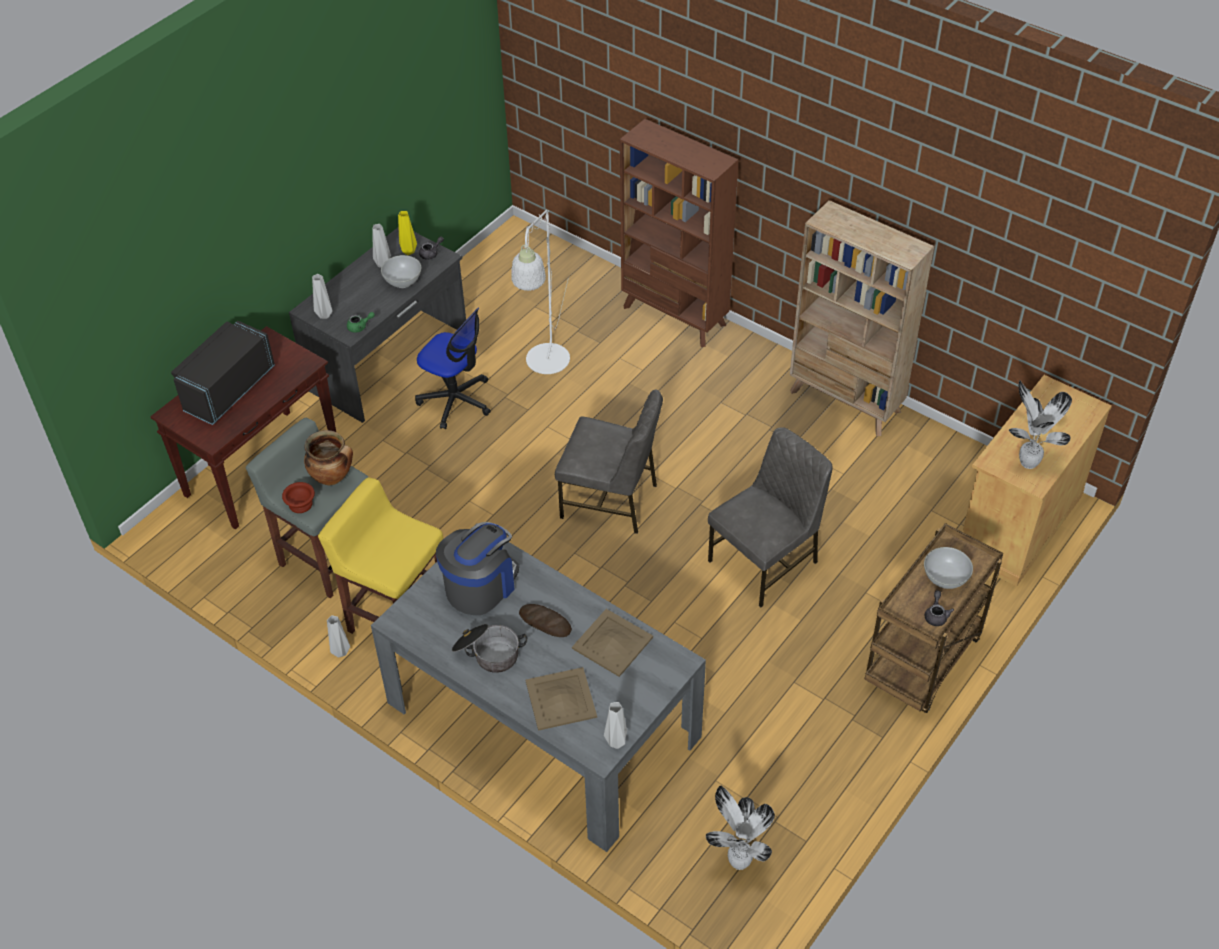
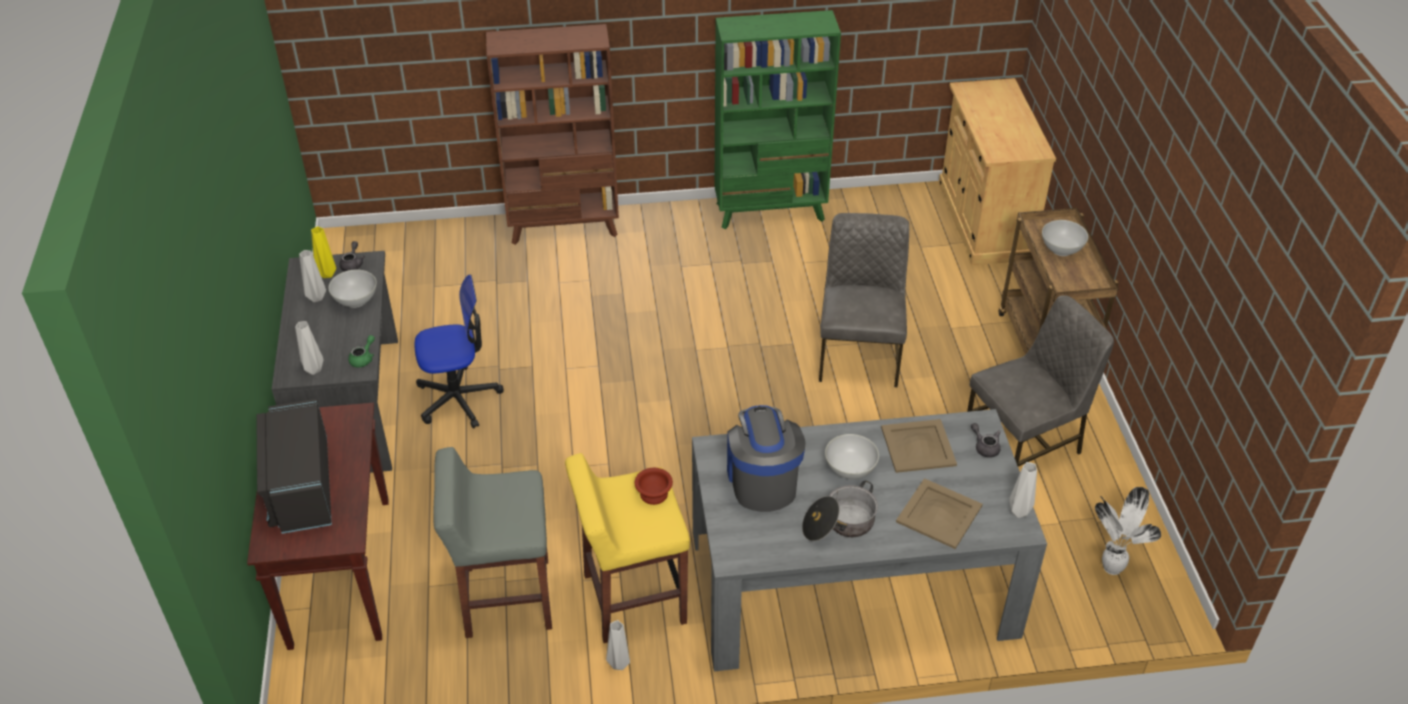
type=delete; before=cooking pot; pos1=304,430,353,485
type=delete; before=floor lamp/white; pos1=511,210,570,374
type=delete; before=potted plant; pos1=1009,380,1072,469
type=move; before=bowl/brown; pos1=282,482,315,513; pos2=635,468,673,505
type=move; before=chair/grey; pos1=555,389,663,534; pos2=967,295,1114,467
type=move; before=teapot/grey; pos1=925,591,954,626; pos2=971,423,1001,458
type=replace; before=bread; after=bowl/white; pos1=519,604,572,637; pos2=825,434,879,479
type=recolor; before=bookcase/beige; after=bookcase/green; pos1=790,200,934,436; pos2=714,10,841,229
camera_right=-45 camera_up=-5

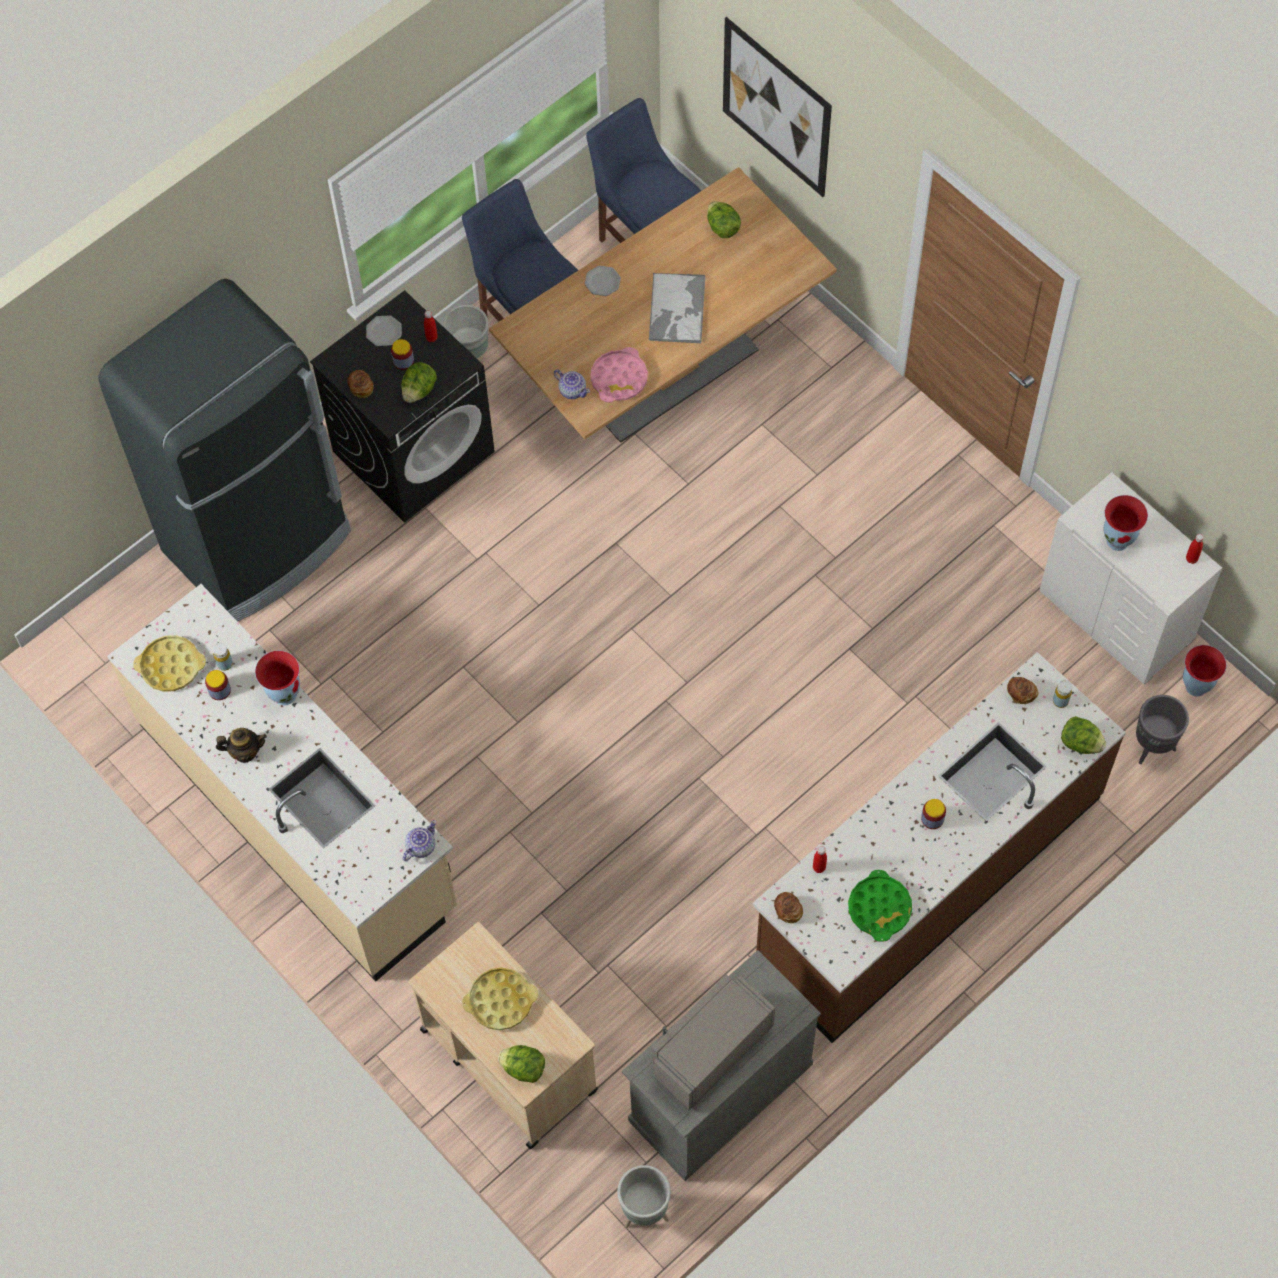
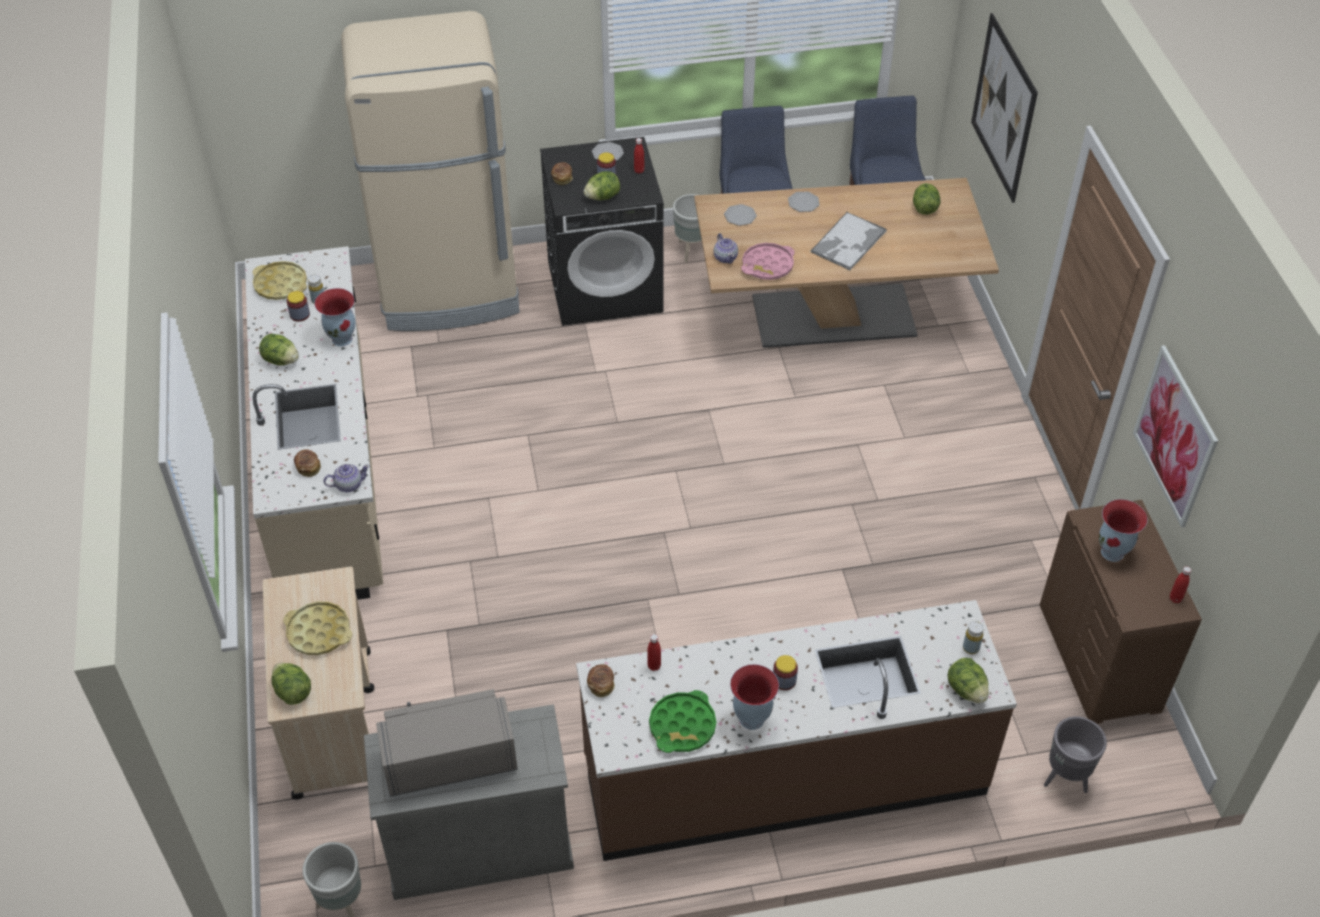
type=insert; after=plate; pos2=724,204,757,226
type=insert; after=picture; pos2=1133,345,1218,528
type=move; before=bread; pos1=1007,677,1038,704; pos2=294,449,321,477
type=move; before=vase; pos1=1183,645,1226,697; pos2=730,664,779,730
type=replace; before=teapot; after=lettuce; pos1=216,728,267,763; pos2=259,333,299,366
type=recolor; before=fridge/black; after=fridge/beige; pos1=98,279,351,621; pos2=341,11,520,331
type=recolor; before=dresser/white; after=dresser/brown; pos1=1039,472,1222,684; pos2=1040,500,1202,724
camera_right=30 camera_up=-15

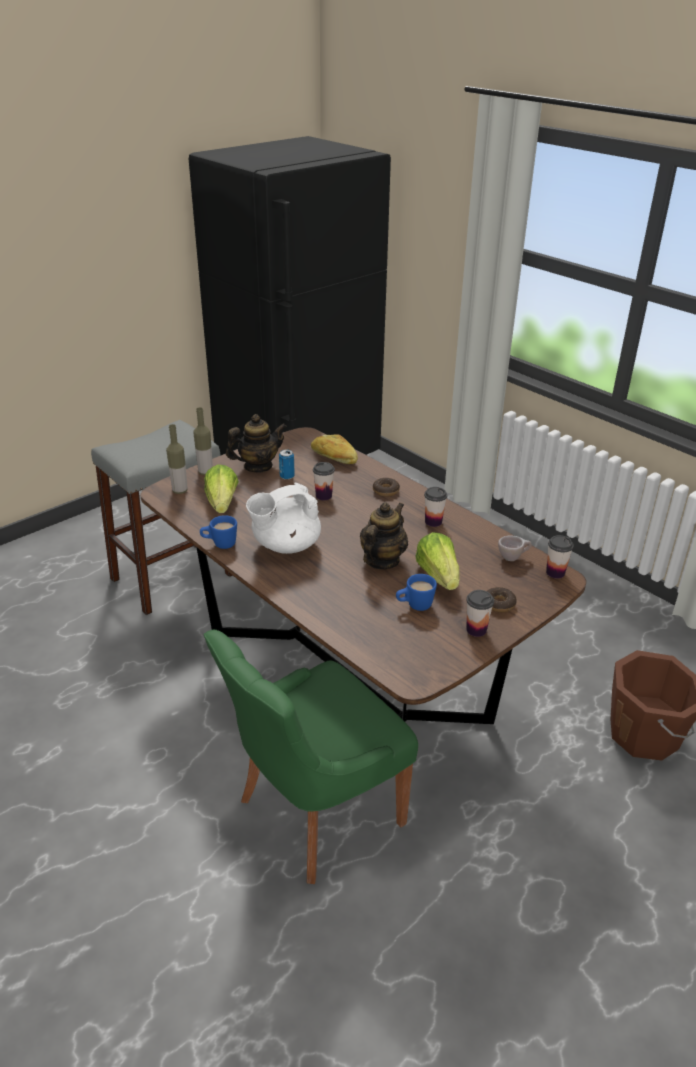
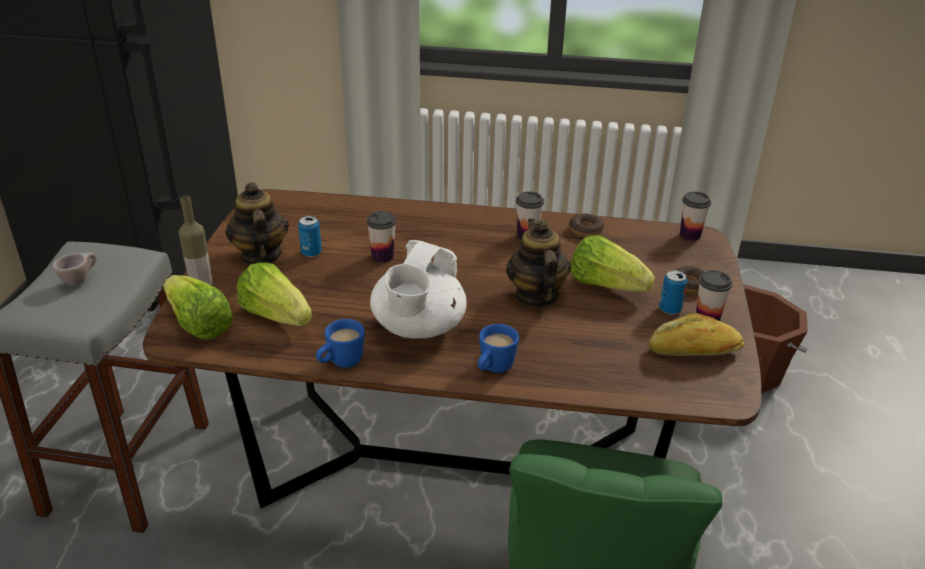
type=insert; after=can; pos2=659,270,687,315
type=move; before=bread; pos1=311,434,358,464; pos2=649,313,744,356
type=move; before=donut; pos1=373,478,400,497; pos2=569,214,604,237
type=move; before=mug/blue; pos1=396,574,437,611; pos2=478,324,519,373
type=move; before=cup/beige; pos1=498,535,532,561; pos2=53,253,97,286
type=replace; before=bottle; after=lettuce; pos1=166,424,188,494; pos2=163,275,233,340
type=rotate; before=teapot; pos1=226,414,287,473; pos2=225,182,289,265; turn=-45
camera_right=-40 camera_up=0

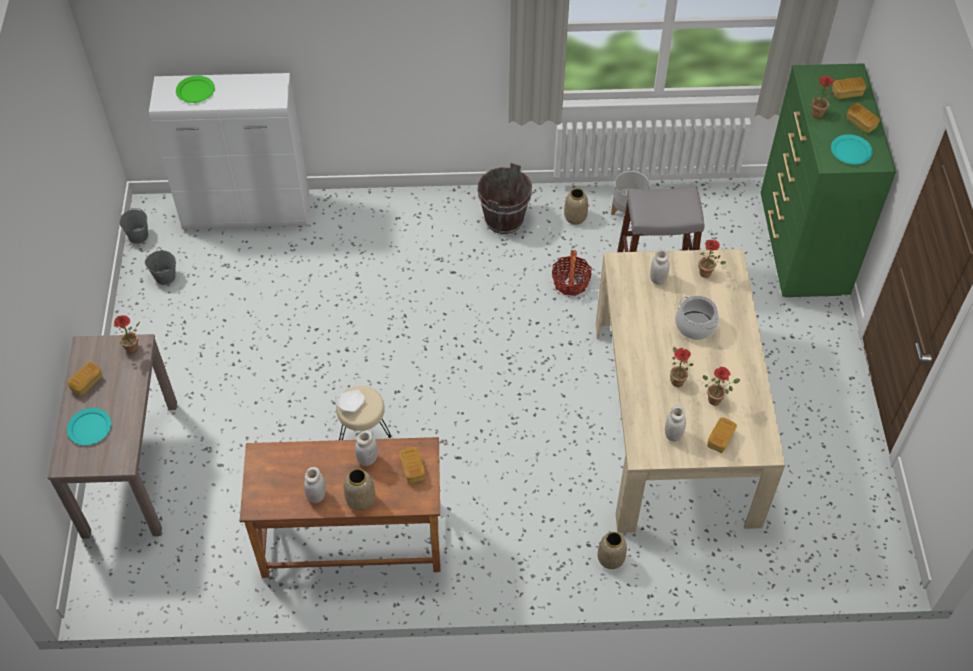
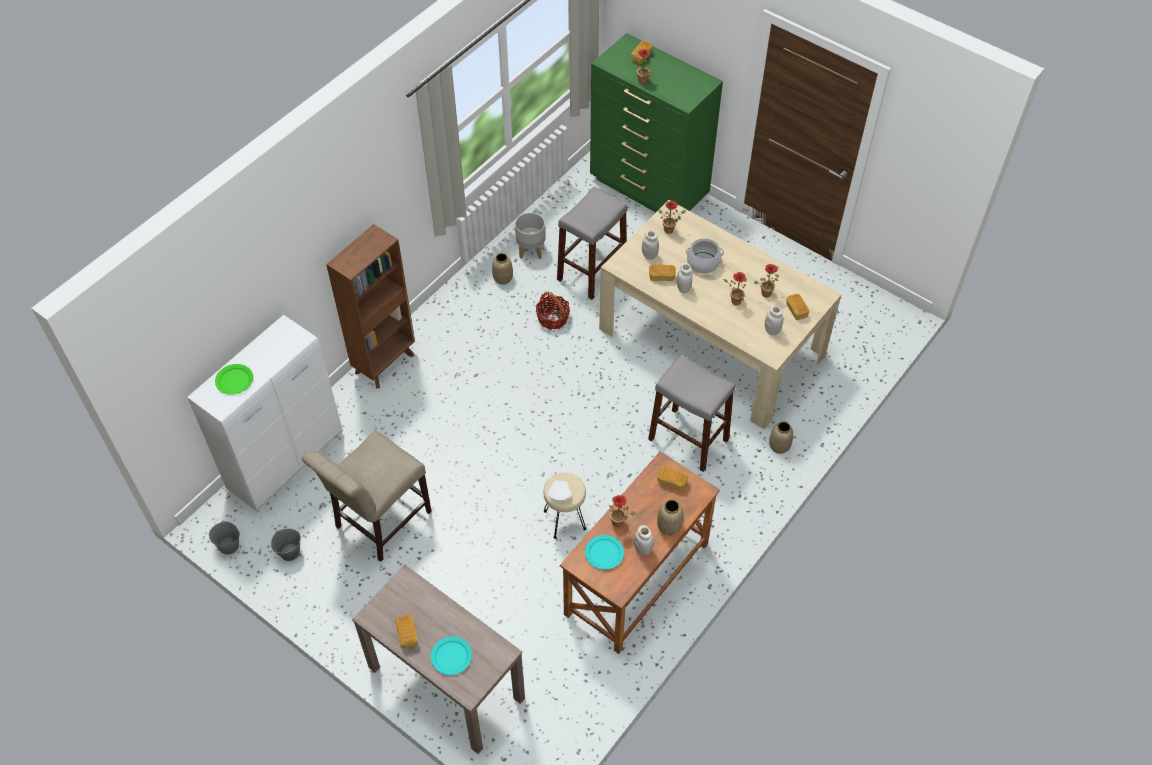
type=delete; before=bucket/brown; pos1=478,163,532,234
type=insert; after=chair/beige; pos2=302,430,432,562
type=insert; after=bookcase/brown; pos2=326,224,415,389
type=insert; after=stool/grey; pos2=648,354,736,472
type=move; before=potted plant; pos1=114,315,140,353; pos2=610,495,636,527
type=move; before=jar/white; pos1=355,430,378,466; pos2=677,263,692,293
type=move; before=plate/turquoise; pos1=831,134,872,164; pos2=585,535,624,570
type=move; before=bread; pos1=846,103,880,133; pos2=649,265,676,281
camera_right=-50 camera_up=0

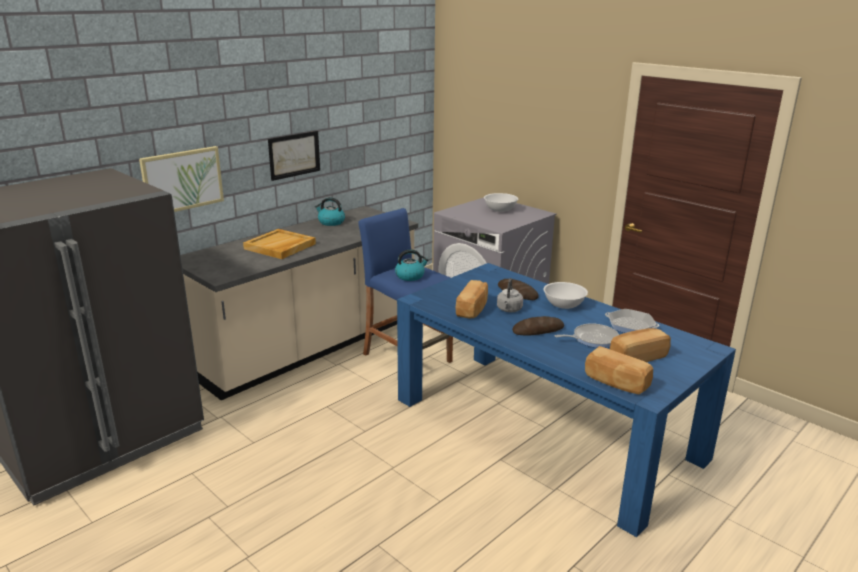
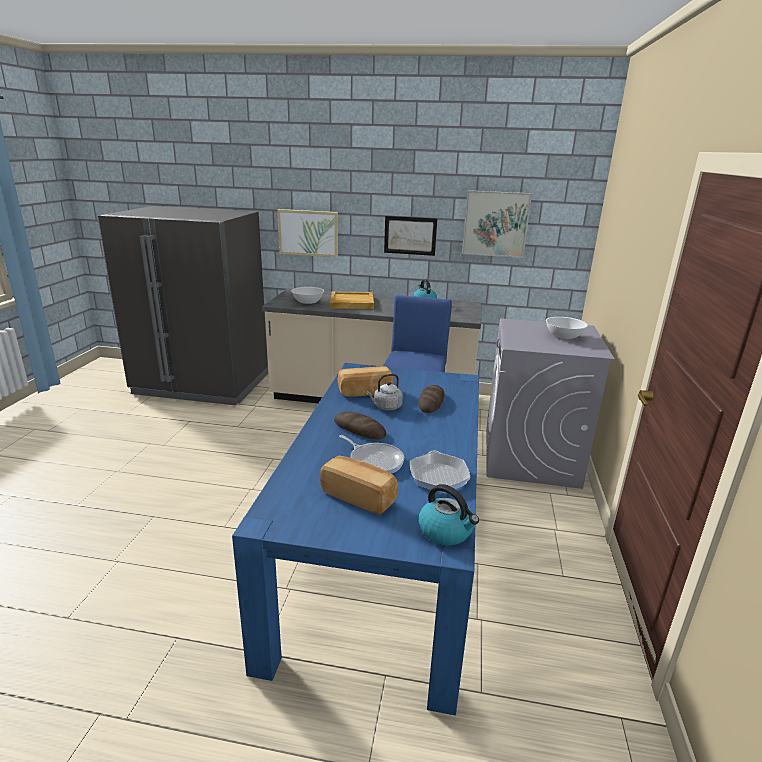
type=delete; before=bread; pos1=585,346,653,394
type=insert; after=picture; pos2=462,190,532,258
type=move; before=kettle; pos1=395,249,429,281; pos2=419,484,479,545
type=move; before=bowl/white; pos1=543,282,588,309; pos2=291,287,324,304
camera_right=55 camera_up=0

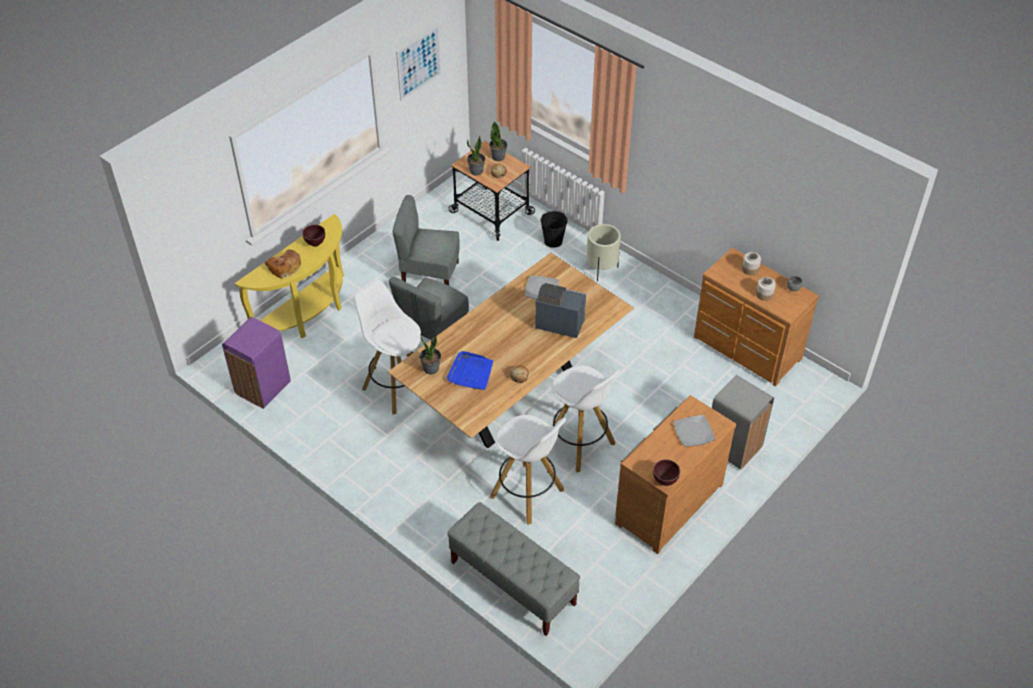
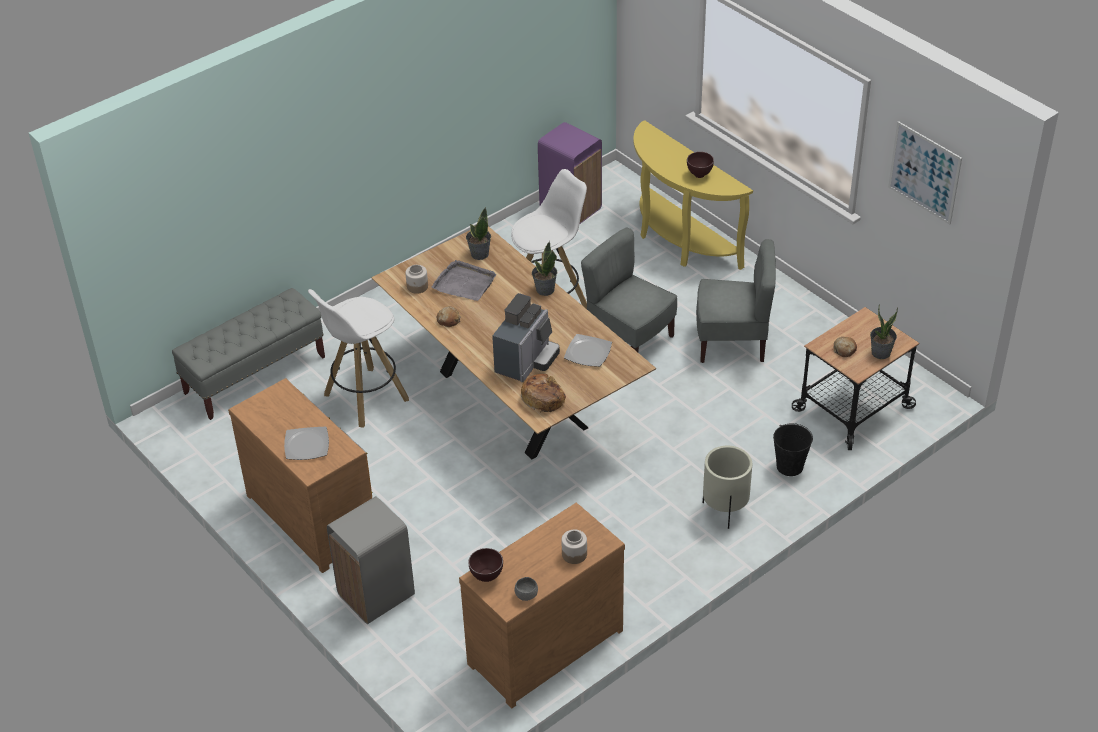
type=delete; before=stool/white; pos1=551,365,620,473
type=move; before=bread; pos1=265,249,301,279; pos2=521,374,566,412
type=move; before=potted plant; pos1=467,135,485,176; pos2=532,242,557,296
type=move; before=bowl/brown; pos1=653,459,680,486; pos2=468,548,503,582
type=move; before=jar; pos1=756,277,776,301; pos2=405,265,428,294
type=recolor; before=tray/blue; after=tray/grey; pos1=447,351,493,390; pos2=432,260,496,301
type=rotate; before=chair/grey; pos1=392,195,460,286; pos2=696,239,776,363; turn=75
camera_right=100 camera_up=-5

